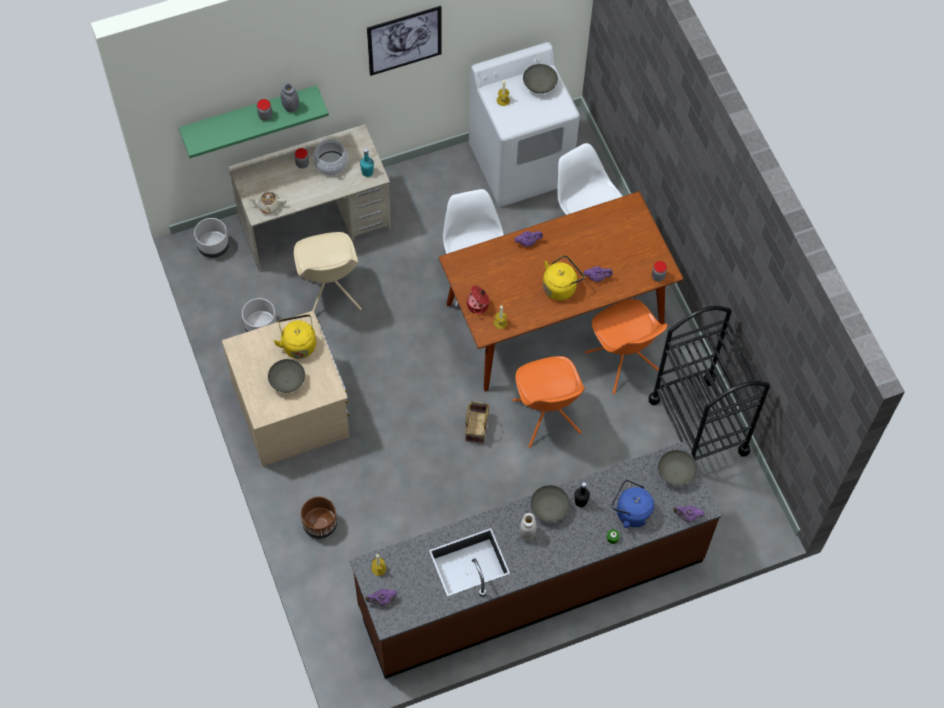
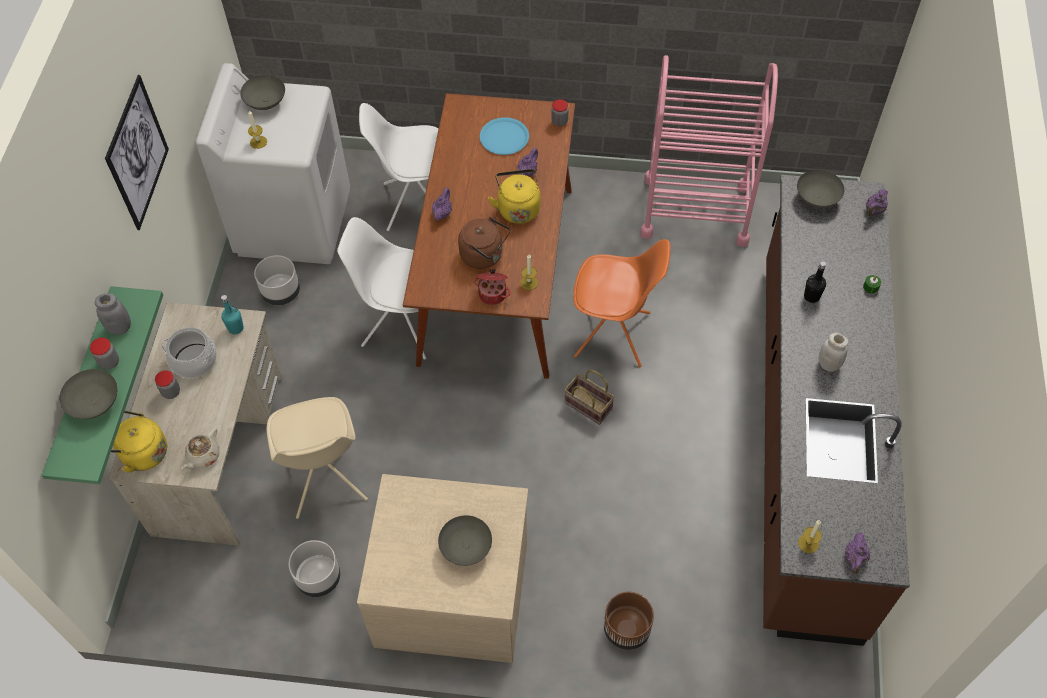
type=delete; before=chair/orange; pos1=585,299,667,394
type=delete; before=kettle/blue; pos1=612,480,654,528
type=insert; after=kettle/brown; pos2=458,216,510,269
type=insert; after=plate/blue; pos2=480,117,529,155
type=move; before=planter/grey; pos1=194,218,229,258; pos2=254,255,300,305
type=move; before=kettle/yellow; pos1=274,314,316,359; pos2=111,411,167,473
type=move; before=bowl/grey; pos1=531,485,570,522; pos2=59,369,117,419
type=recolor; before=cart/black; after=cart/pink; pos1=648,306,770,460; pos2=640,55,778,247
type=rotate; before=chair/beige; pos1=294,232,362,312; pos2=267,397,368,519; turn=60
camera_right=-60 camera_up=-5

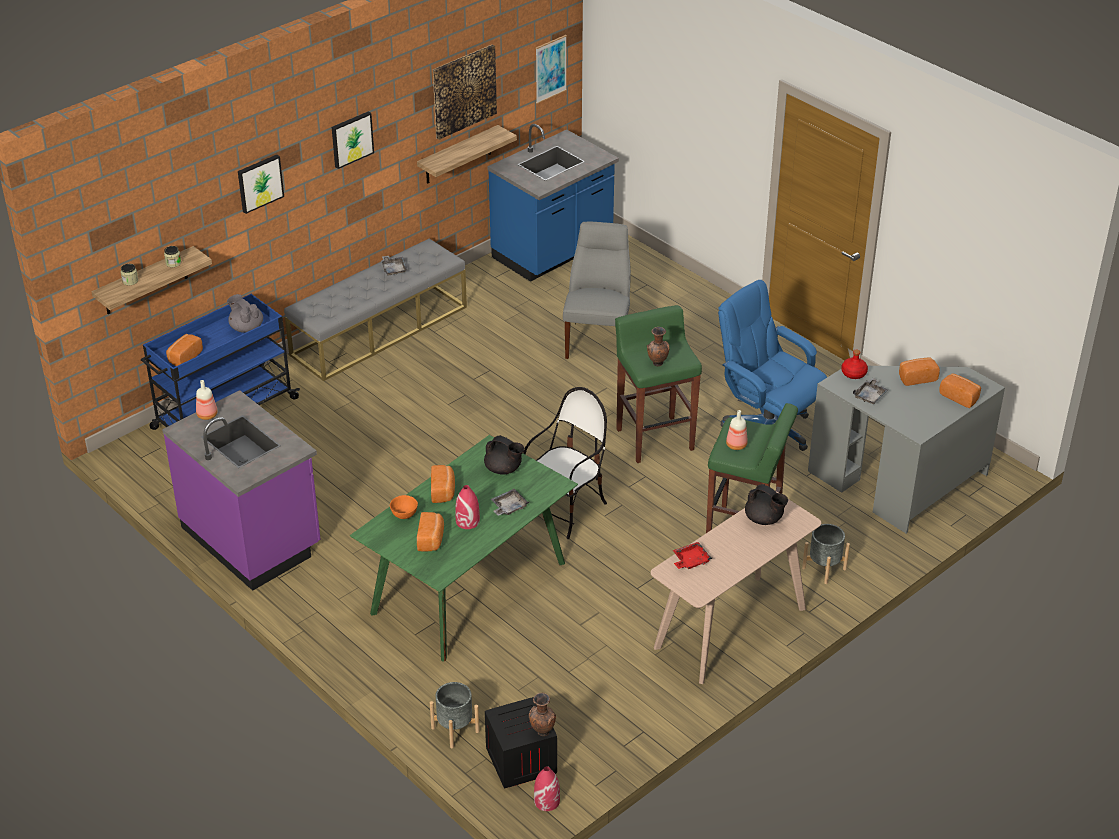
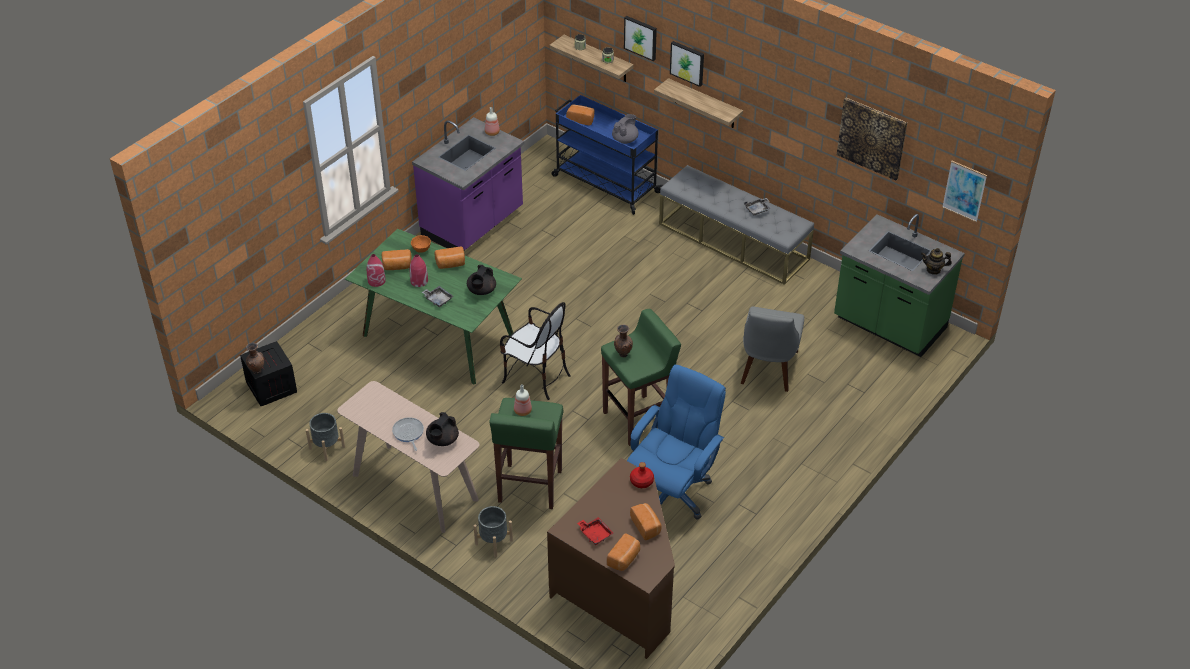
type=delete; before=tray/grey; pos1=853,378,888,404
type=insert; after=frying pan; pos2=392,417,424,451
type=insert; after=teapot; pos2=921,248,952,275
type=move; before=picture; pos1=332,112,374,169; pos2=624,16,657,61
type=move; before=shelf; pos1=417,125,517,184; pos2=654,78,743,128
type=move; before=planter/grey; pos1=430,682,479,748; pos2=306,413,345,461
type=move; before=vase/red; pos1=534,766,560,811; pos2=366,254,386,287
type=move; before=tray/red; pos1=673,542,712,569; pos2=577,517,613,545
type=recolor; before=counter/blue; after=counter/green; pos1=487,124,619,282; pos2=834,214,965,357
type=recolor; before=desk/grey; after=desk/brown; pos1=808,366,1005,534; pos2=547,458,675,659
type=rotate; before=chair/grey; pos1=563,222,631,359; pos2=741,307,804,392; turn=105
camera_right=80 camera_up=5

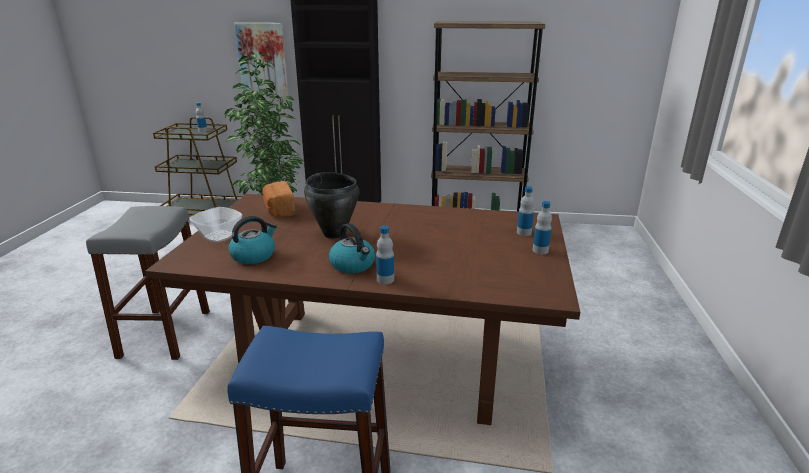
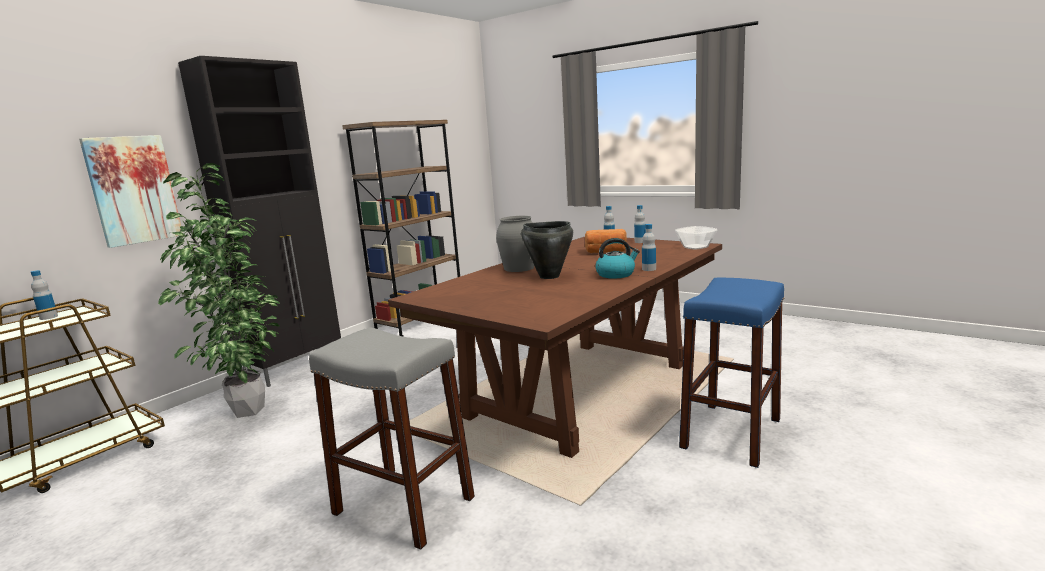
type=delete; before=kettle; pos1=228,216,277,264
type=insert; after=vase/grey; pos2=496,216,534,272
type=move; before=bowl; pos1=189,207,242,243; pos2=675,226,717,250
type=move; before=bread; pos1=263,181,295,217; pos2=585,229,627,253
camera_right=-60 camera_up=-10

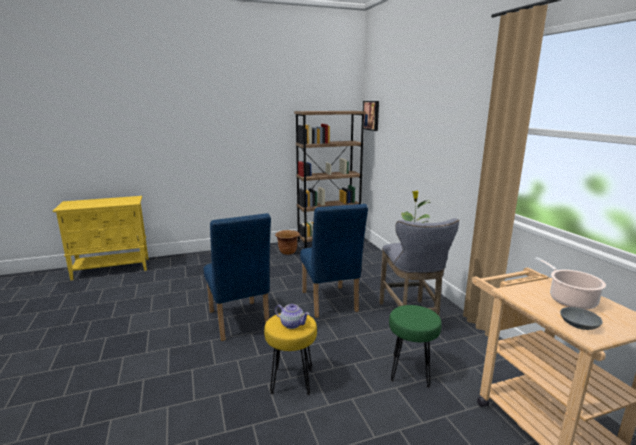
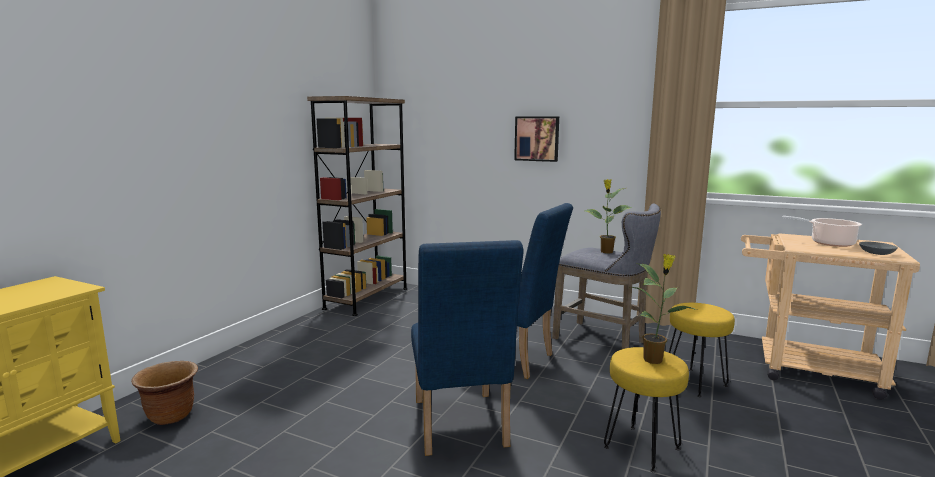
type=move; before=planter/brown; pos1=275,230,300,255; pos2=131,361,198,425
type=move; before=picture; pos1=363,101,379,131; pos2=514,116,559,162
type=replace; before=teapot; after=potted plant; pos1=275,304,310,329; pos2=630,254,697,364
type=recolor; before=stool/green; after=stool/yellow; pos1=389,305,442,388; pos2=669,303,735,397
type=rotate; before=chair/blue; pos1=204,213,271,341; pos2=411,240,524,456; turn=60
camera_right=-45 camera_up=-5

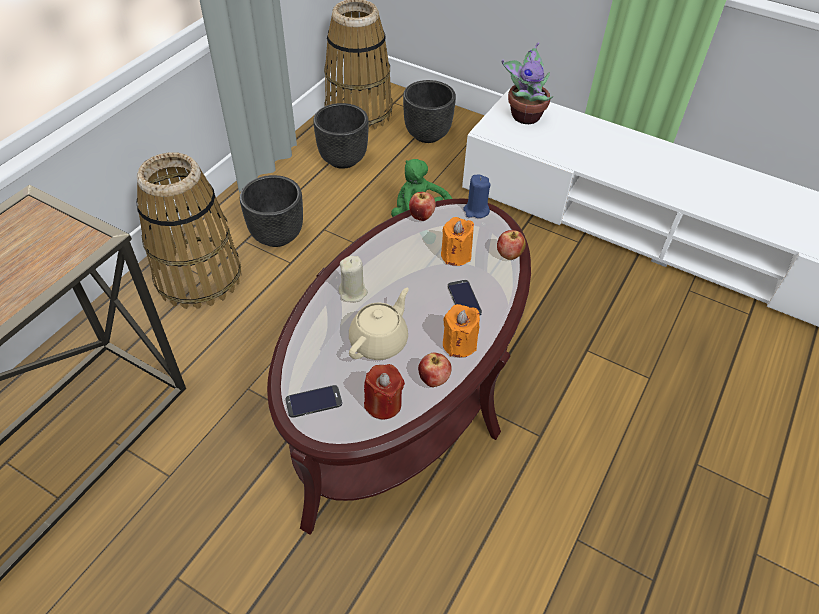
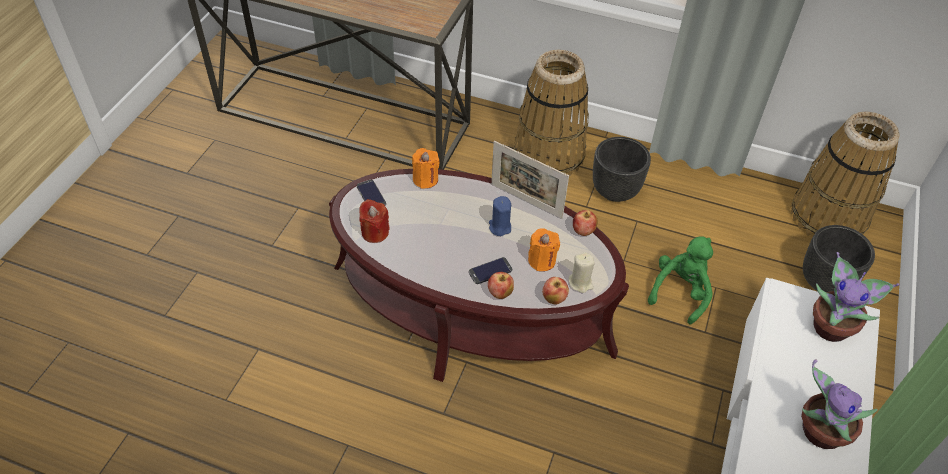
type=delete; before=planter/black; pos1=313,103,369,169
type=delete; before=teapot/beige; pos1=349,288,409,360
type=insert; after=picture frame; pos2=491,141,569,219
type=insert; after=potted plant; pos2=801,359,878,449
type=move; before=candle/beige; pos1=339,256,368,302; pos2=569,252,595,293
type=move; before=apple; pos1=418,352,452,387; pos2=488,272,514,299
type=move; before=candle/orange; pos1=443,304,480,357; pos2=412,148,440,189
type=move; before=candle/blue; pos1=463,175,491,218; pos2=489,196,511,236
camera_right=80 camera_up=0

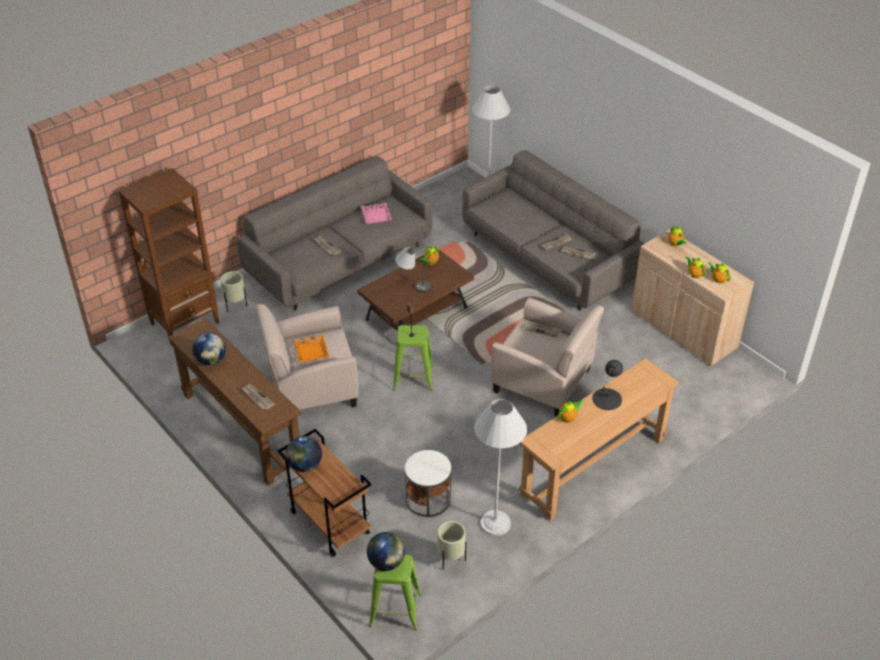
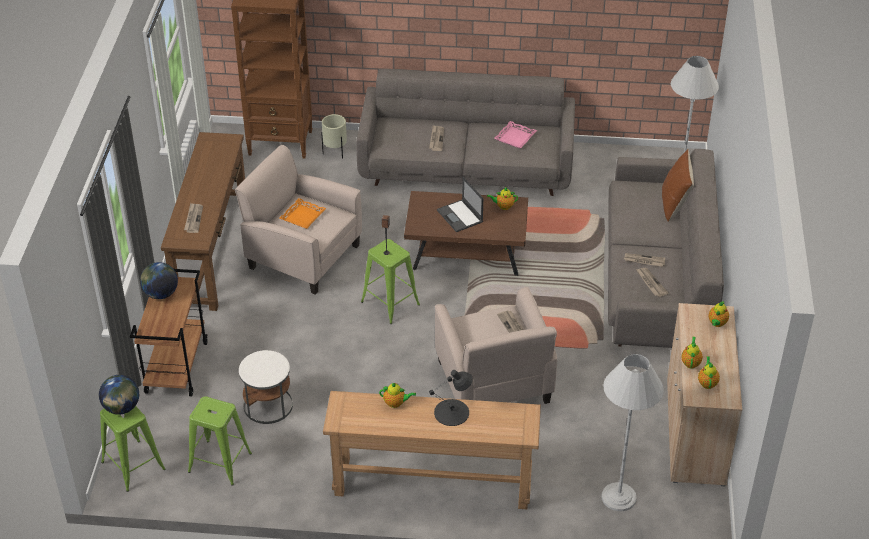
type=delete; before=globe; pos1=192,332,226,365
type=insert; after=pillow/brown; pos2=662,149,694,222
type=move; before=floor lamp/white; pos1=474,398,527,536; pos2=601,354,664,511
type=replace; before=table lamp/grey; after=laptop; pos1=395,244,431,293; pos2=437,177,483,232
type=replace; before=planter/beige; after=stool/green; pos1=438,521,466,570; pos2=188,396,252,486
camera_right=45 camera_up=0

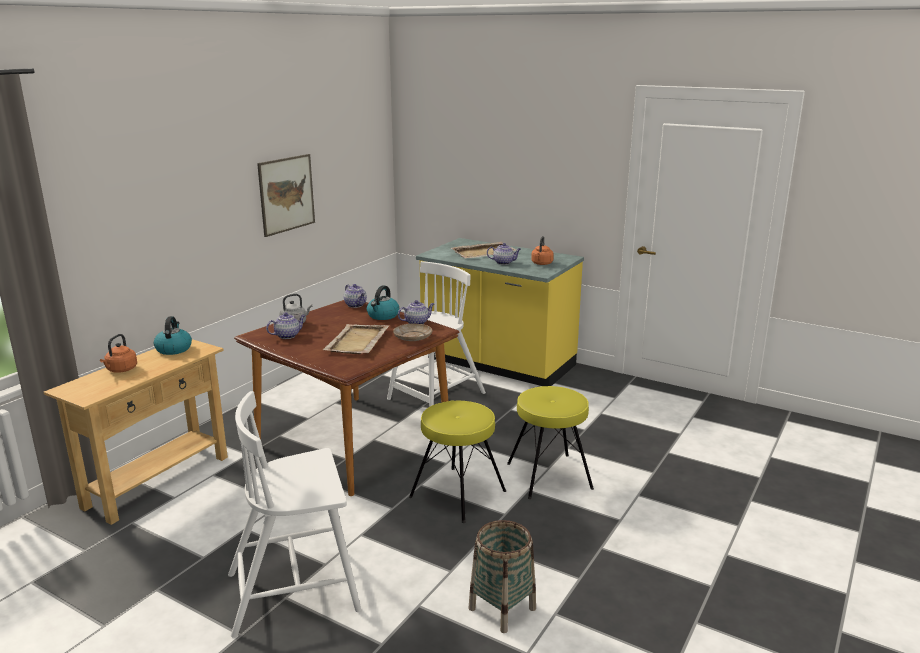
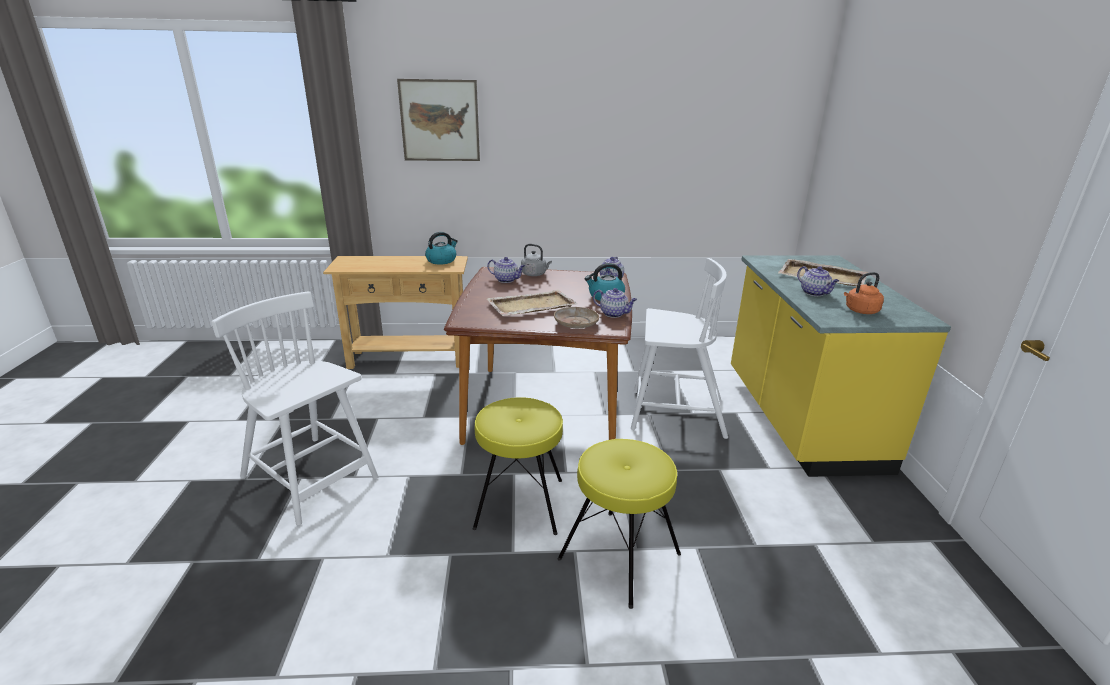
type=delete; before=kettle/orange; pos1=100,334,137,373
type=delete; before=basket; pos1=468,520,536,633
type=move; before=picture; pos1=257,154,315,237; pos2=397,79,480,161
camera_right=55 camera_up=5

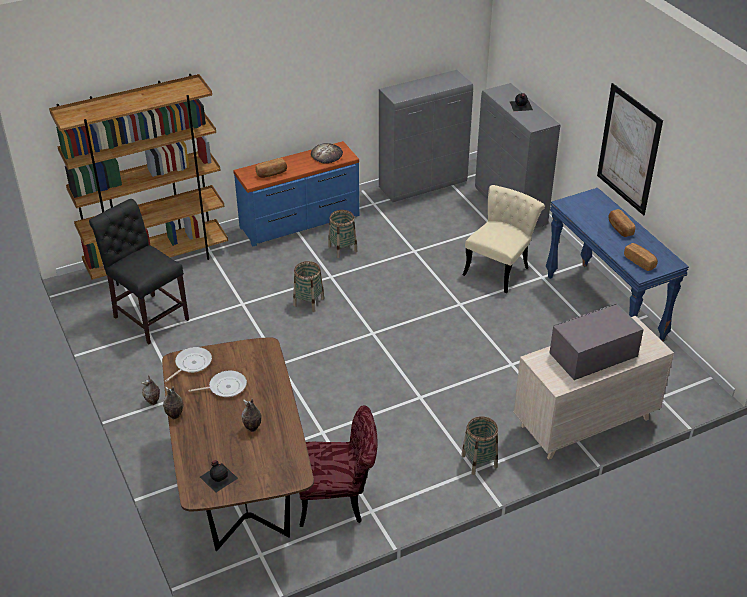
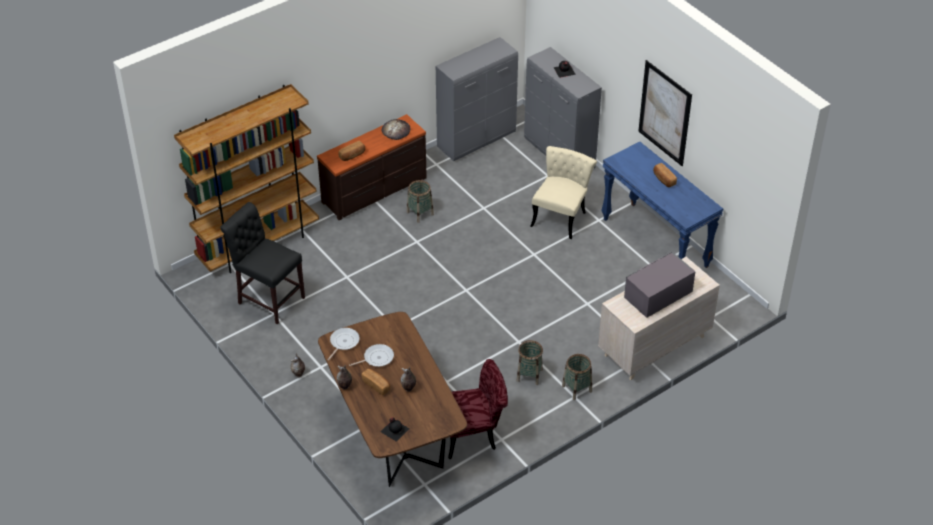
type=move; before=basket; pos1=293,261,324,312; pos2=517,340,543,385
type=move; before=bread; pos1=624,243,658,271; pos2=362,369,391,395
type=recolor; before=dresser/blue; after=dresser/brown; pos1=233,141,360,247; pos2=317,114,427,220
camera_right=-10 camera_up=5

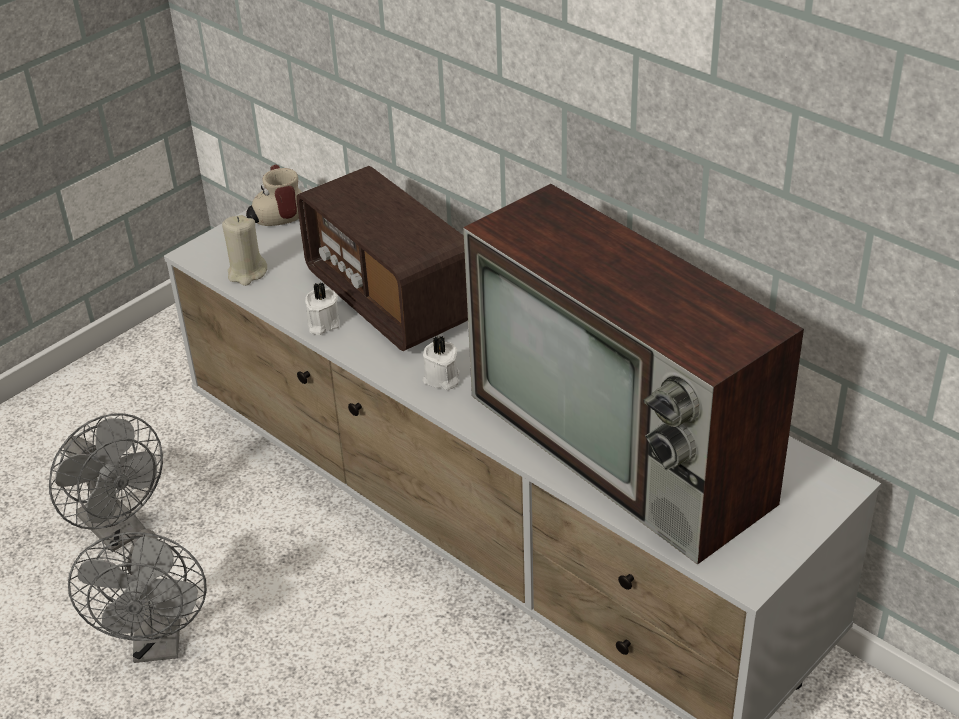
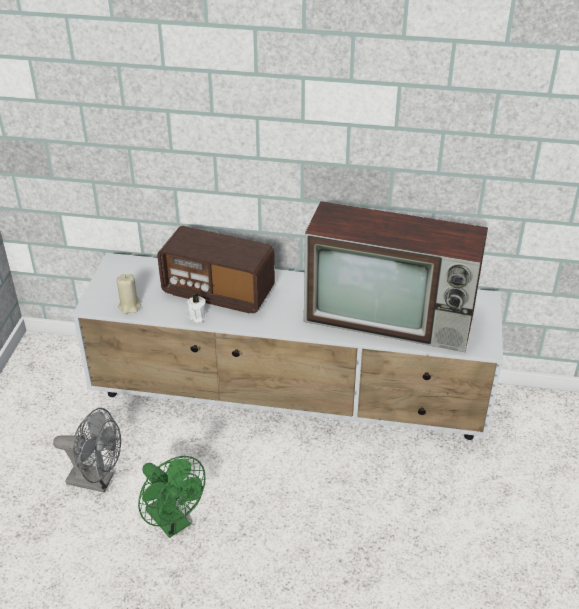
type=delete; before=mug; pos1=246,165,302,226
type=delete; before=candle/white; pos1=423,336,460,390
type=recolor; before=fan/grey; after=fan/green; pos1=68,529,207,663; pos2=138,456,205,538
camera_right=-35 camera_up=0

